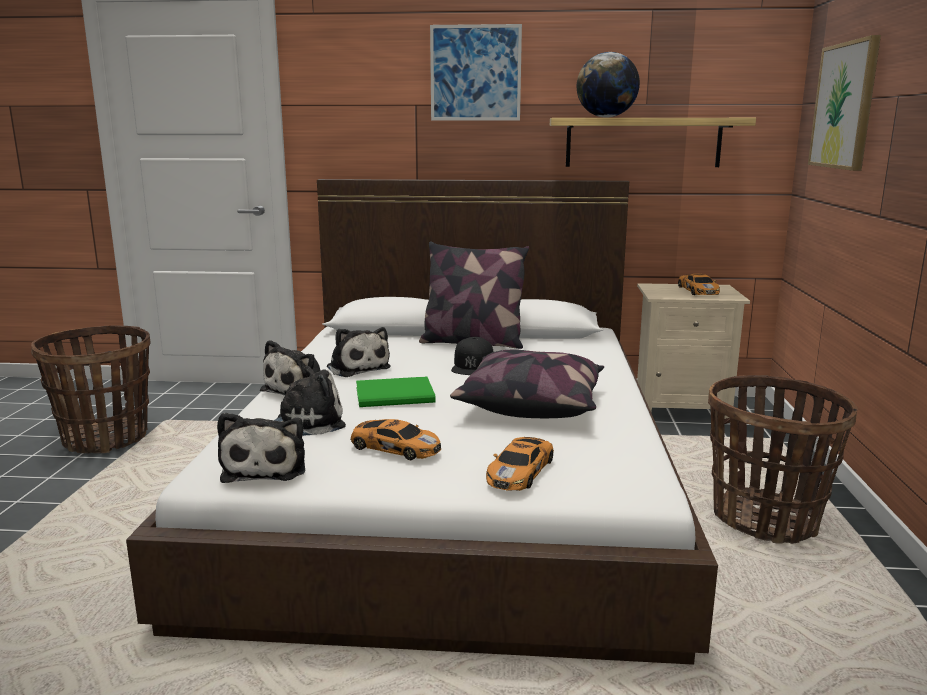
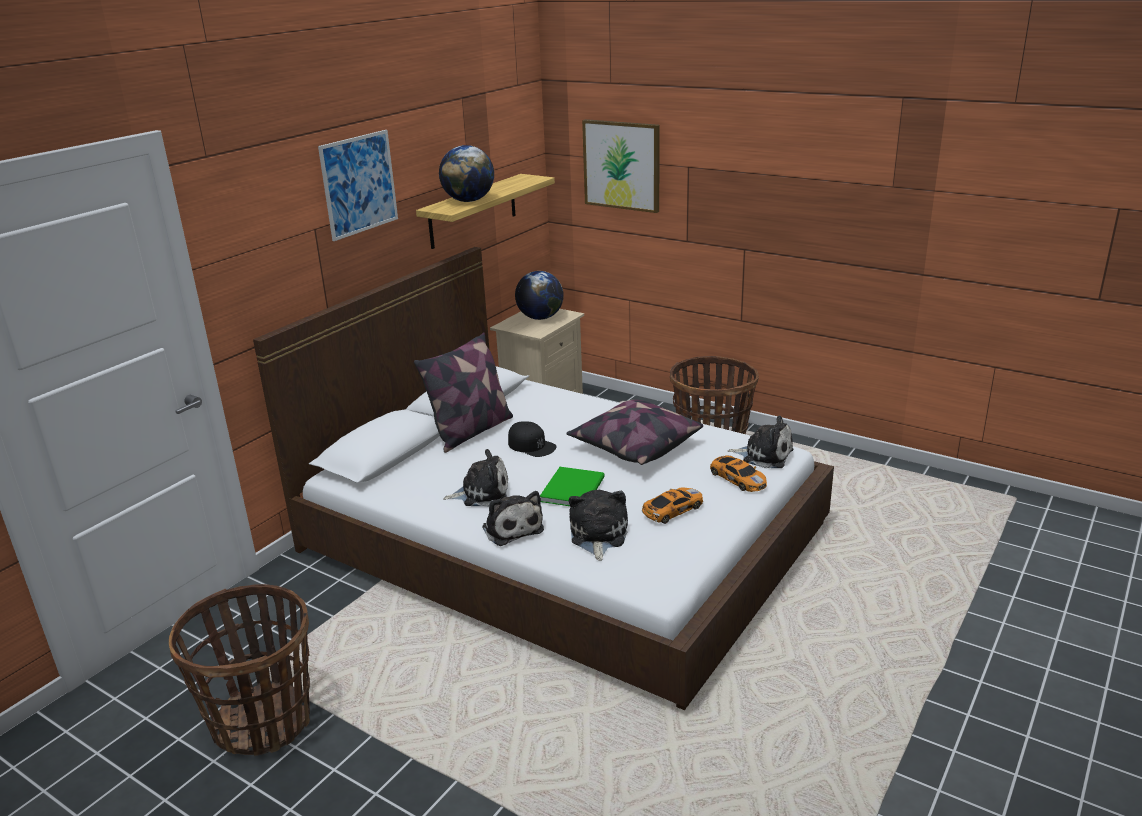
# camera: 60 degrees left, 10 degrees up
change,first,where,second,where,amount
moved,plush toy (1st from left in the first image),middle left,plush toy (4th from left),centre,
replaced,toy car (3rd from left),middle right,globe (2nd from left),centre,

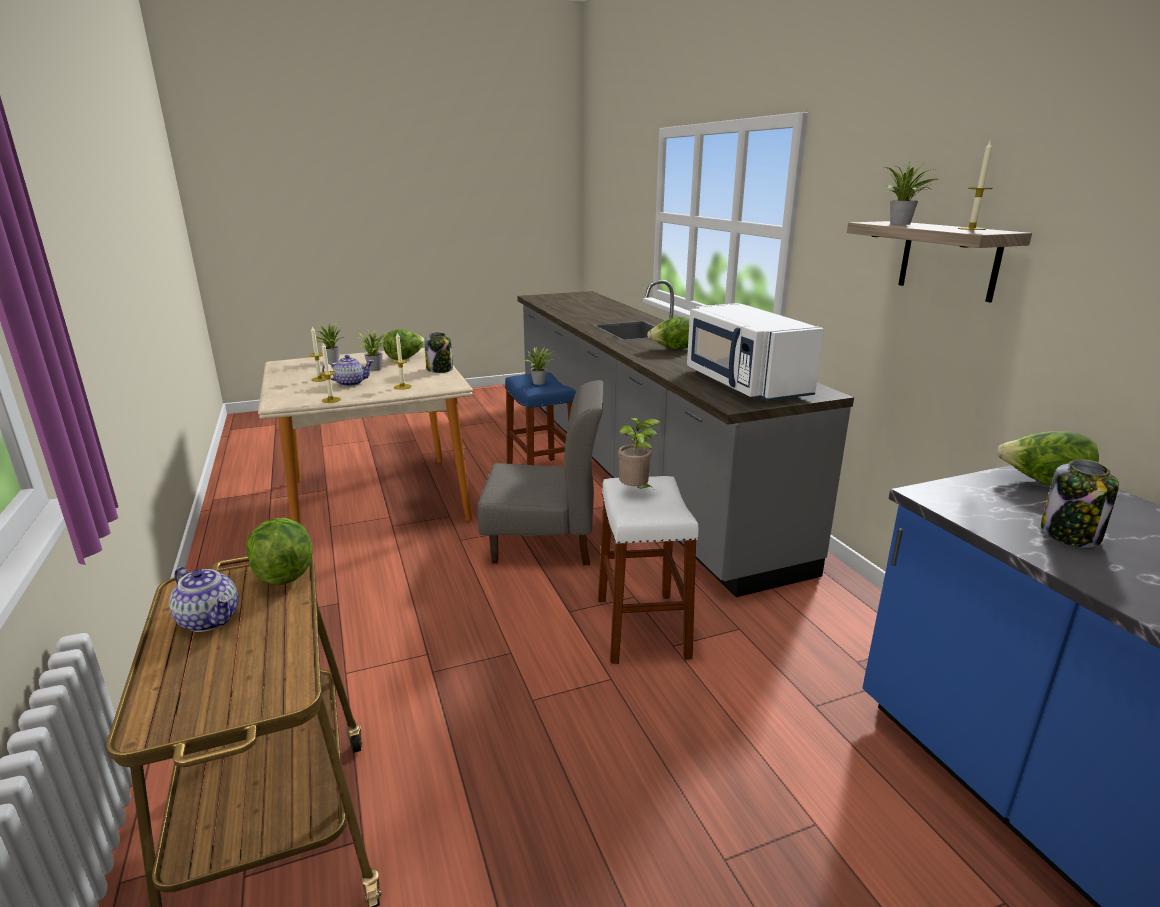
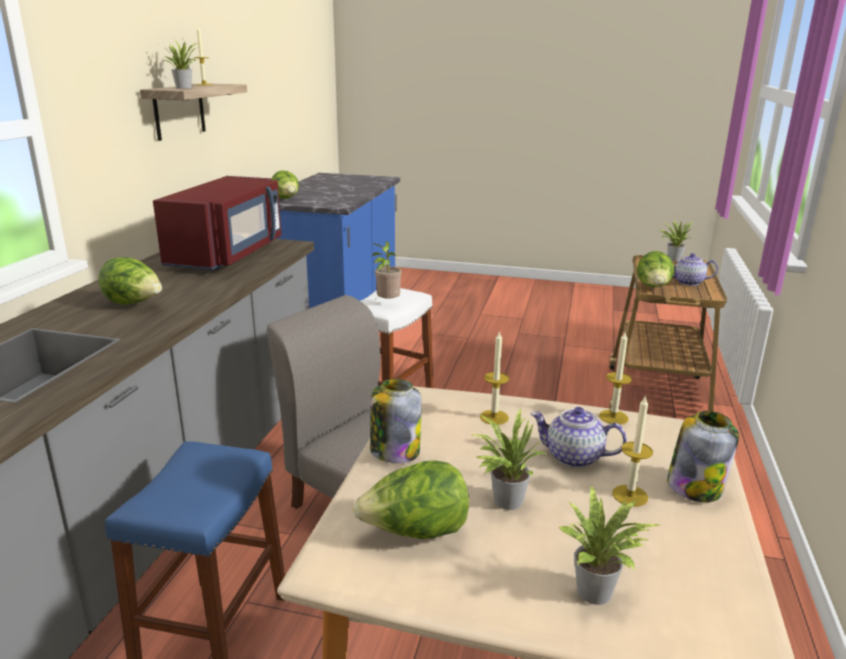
# camera: 145 degrees left, 0 degrees up
change,first,where,second,where,amount
moved,potted plant (3rd from left in the first image),centre,potted plant (5th from left),middle right,
moved,jar (2nd from left),middle right,,bottom right,
recoloured,white microwave,centre,red microwave,middle left,
turned,teapot (1st from left in the first image),middle left,teapot (2nd from left),middle right,60 degrees counterclockwise

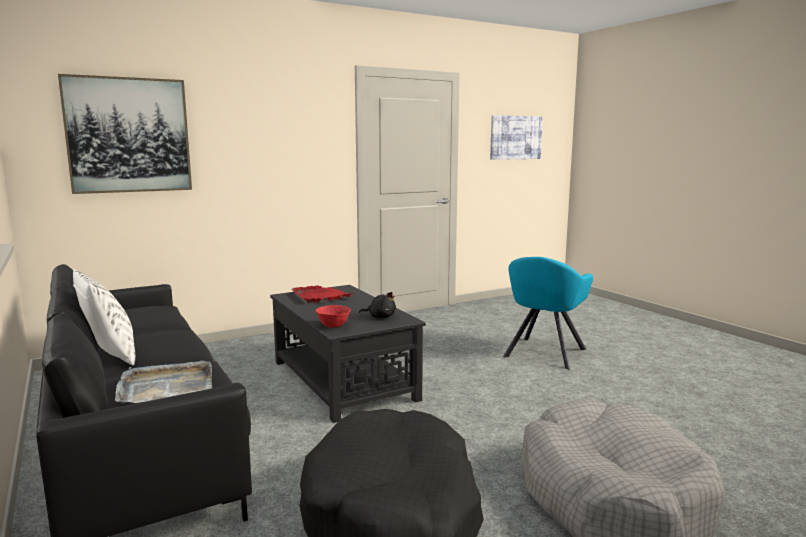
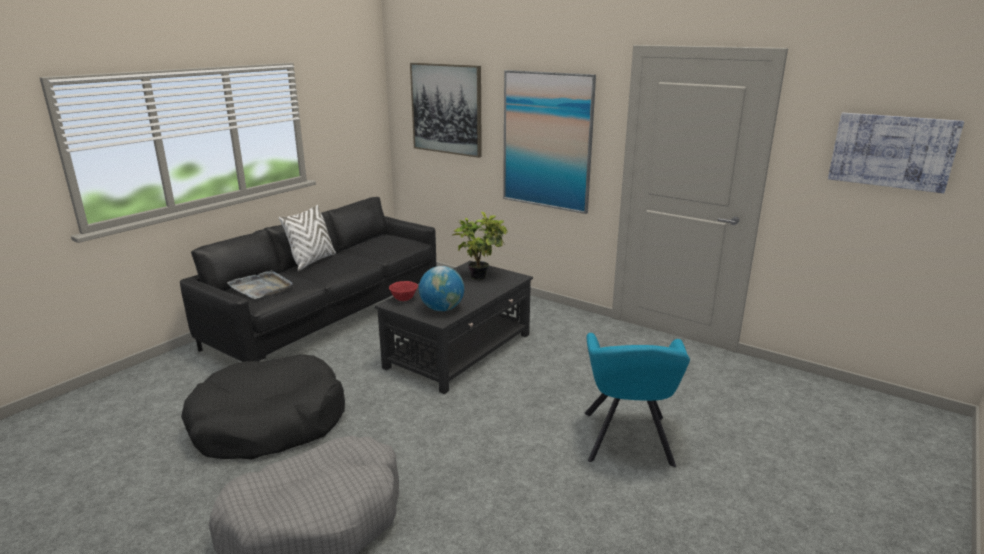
# camera: 65 degrees right, 10 degrees up
change,first,where,second,where,amount
added,,,picture (2nd from left),top centre,
replaced,red tray,centre,potted plant,centre,
replaced,black plush toy,centre,globe,centre,
turned,turquoise armchair,middle right,,bottom centre,90 degrees counterclockwise

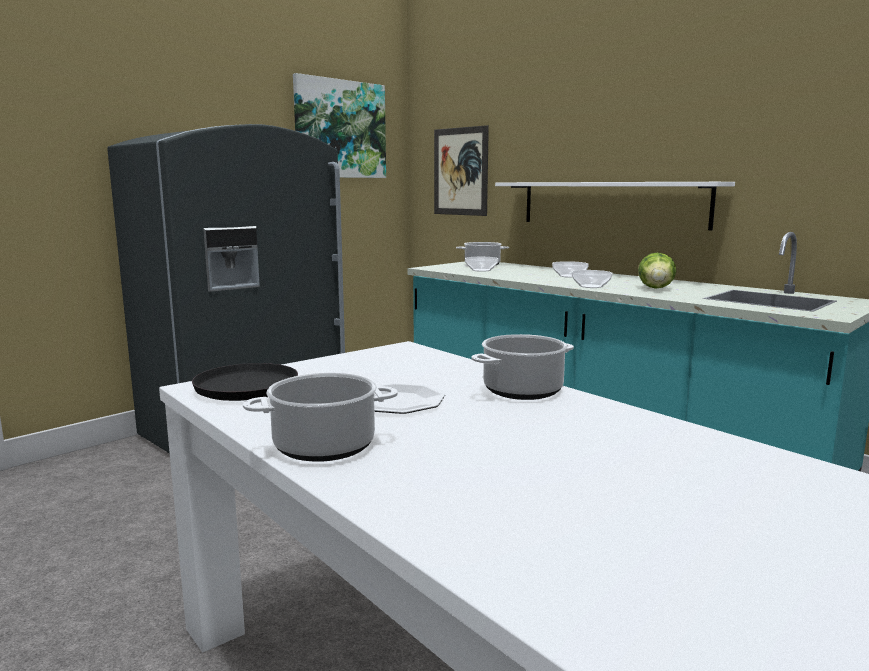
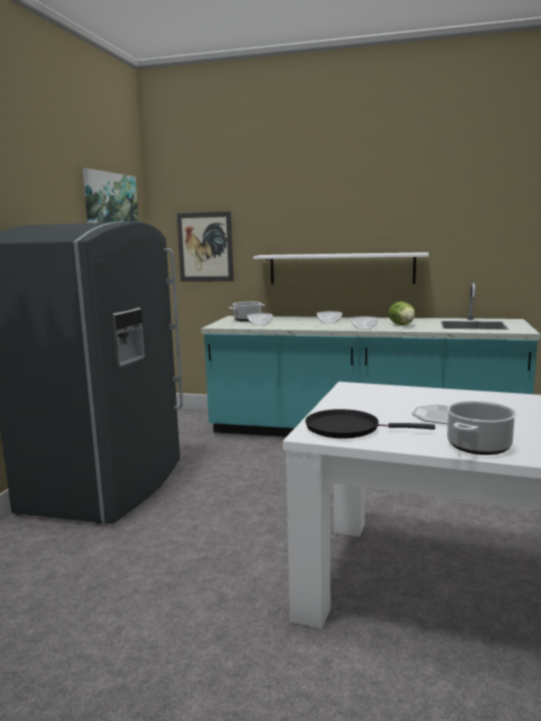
# camera: 30 degrees left, 0 degrees up
change,first,where,second,where,amount
removed,cooking pot (3rd from left),centre,,,

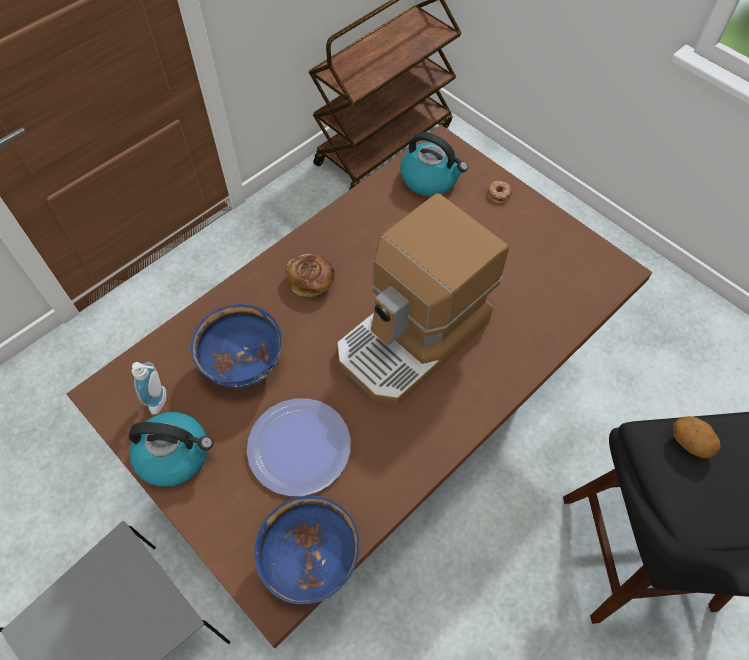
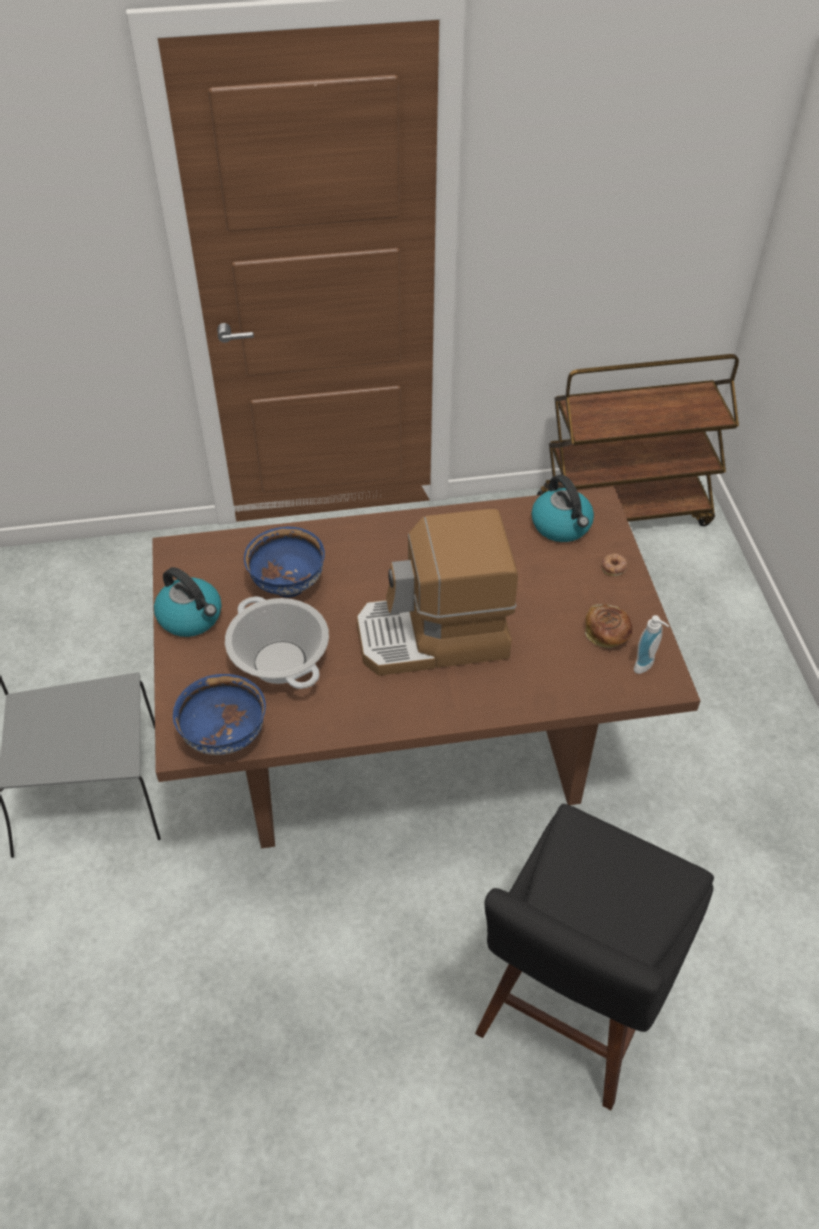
# camera: 35 degrees right, 10 degrees down
change,first,where,second,where,amount
removed,potato,middle right,,,
moved,soap dispenser,middle left,,middle right,
moved,bread,centre,,middle right,
replaced,plate,bottom centre,cooking pot,centre,

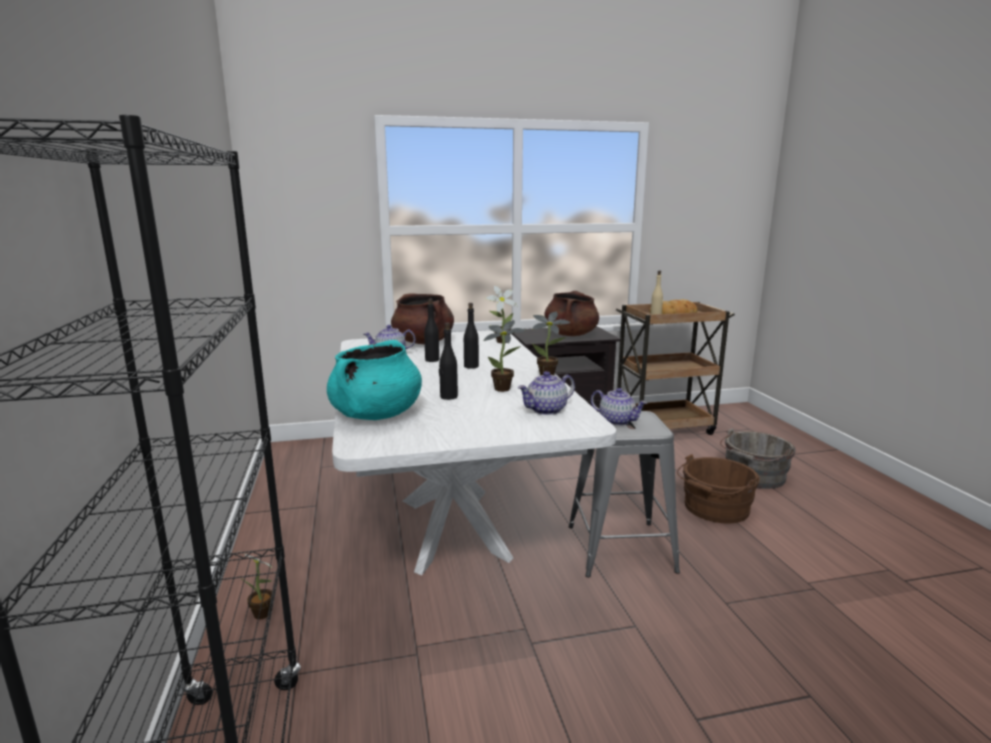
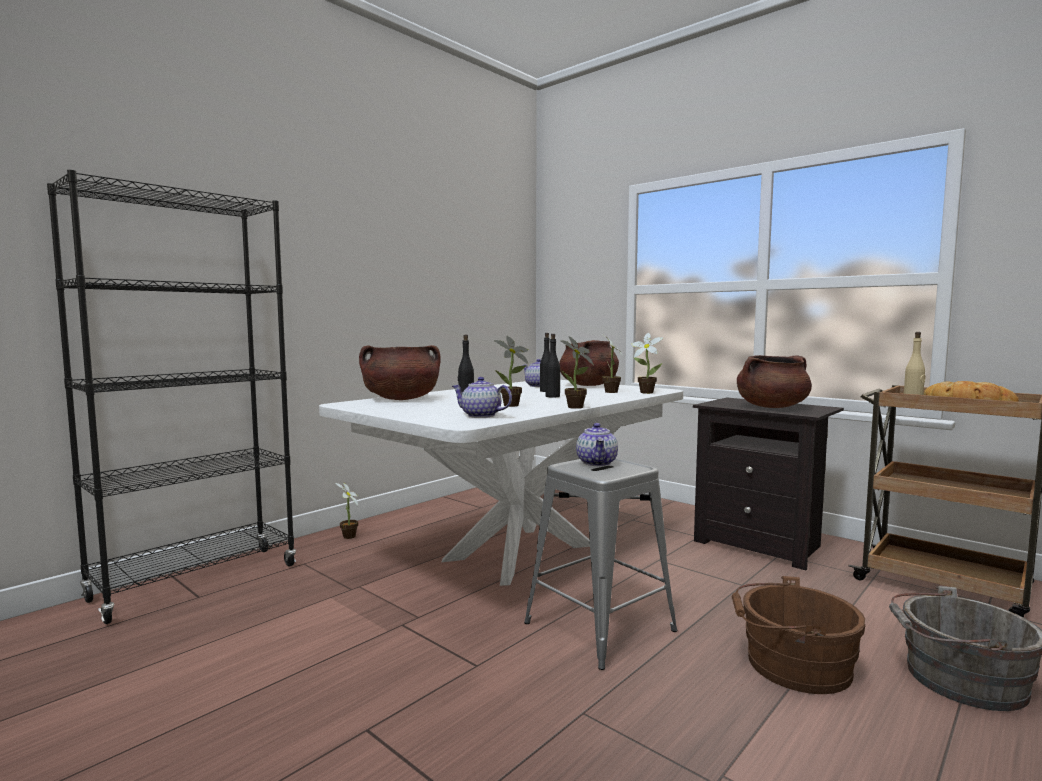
# camera: 55 degrees right, 10 degrees down
change,first,where,second,where,amount
added,,,potted plant (4th from left),centre,
recoloured,turquoise cooking pot,centre,brown cooking pot (1st from left),centre,

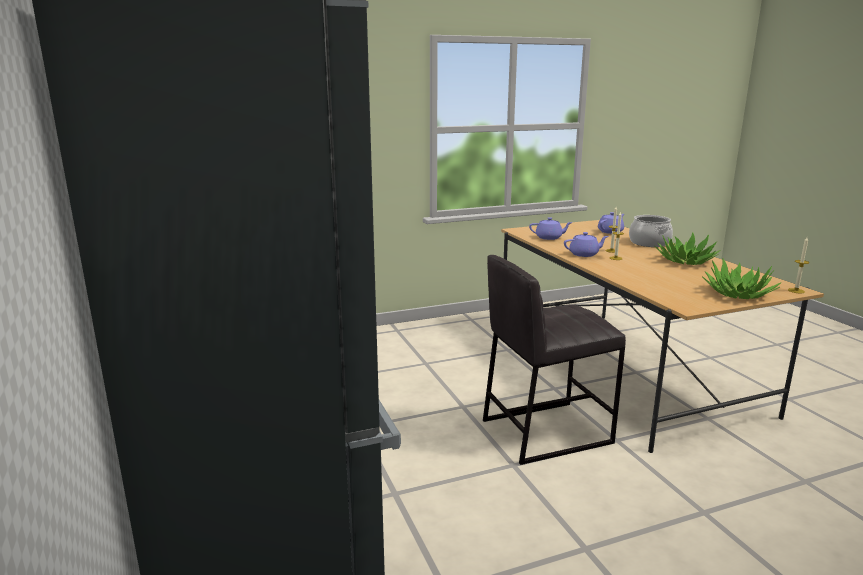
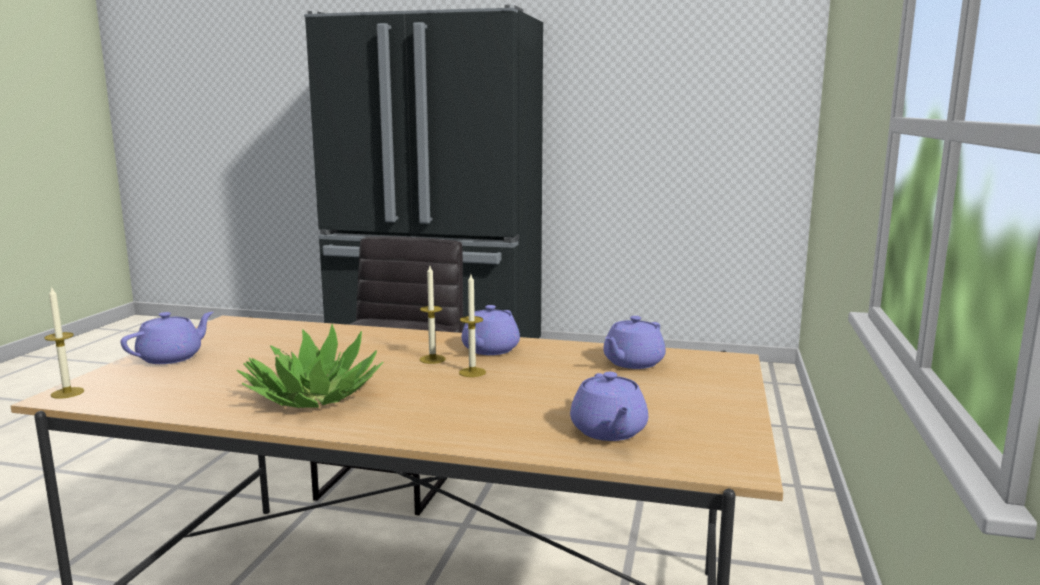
# camera: 125 degrees right, 5 degrees down
change,first,where,second,where,amount
removed,cooking pot,middle right,,,
replaced,potted plant (2nd from left),middle right,purple teapot (1st from left),middle left,

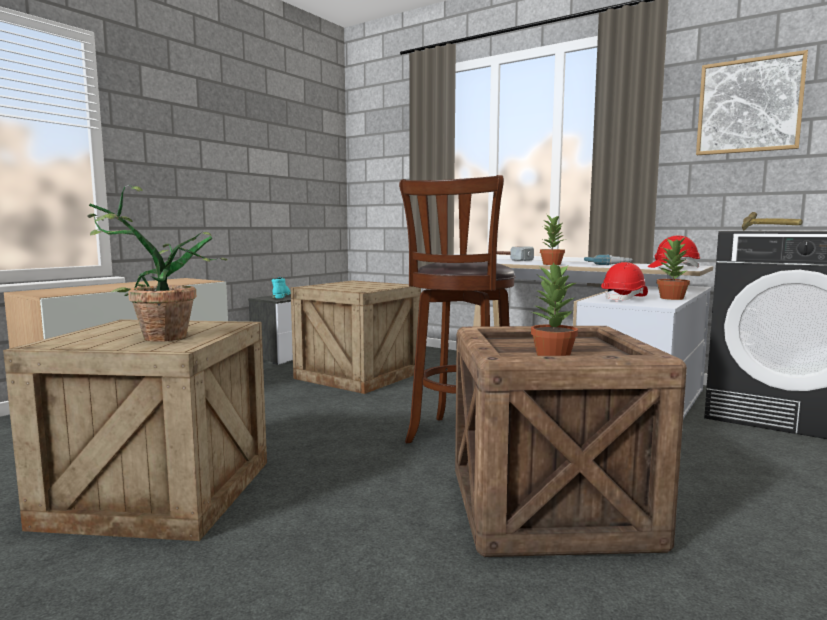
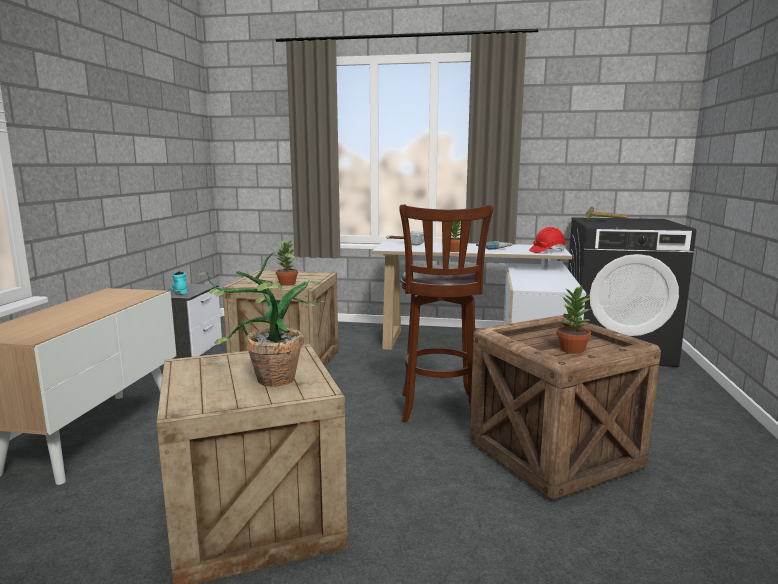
# camera: 25 degrees left, 5 degrees up
change,first,where,second,where,amount
removed,red hard hat (1st from left),middle right,,,
removed,picture,top right,,,
moved,potted plant (4th from left in the first image),middle right,potted plant (2nd from left),centre,

